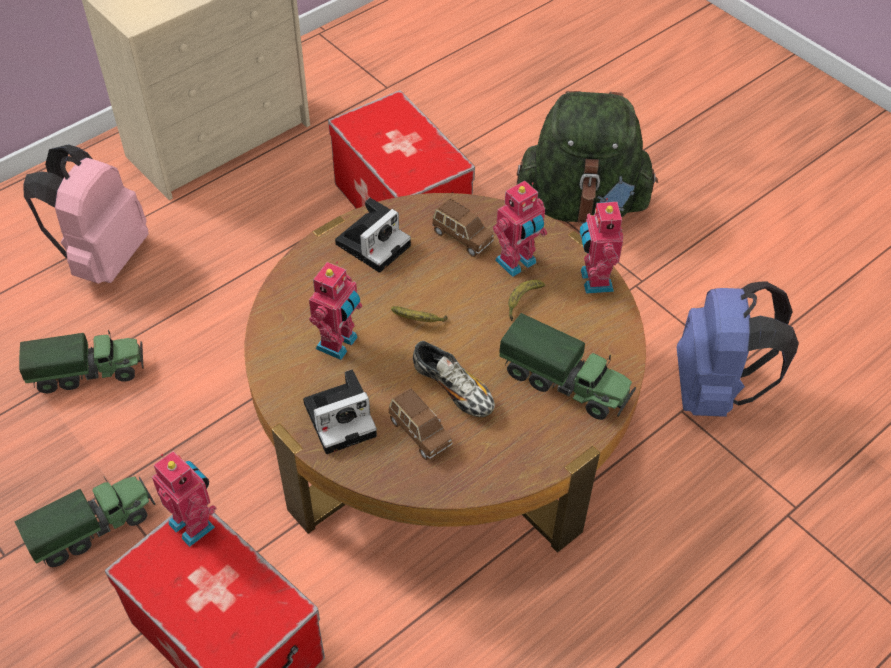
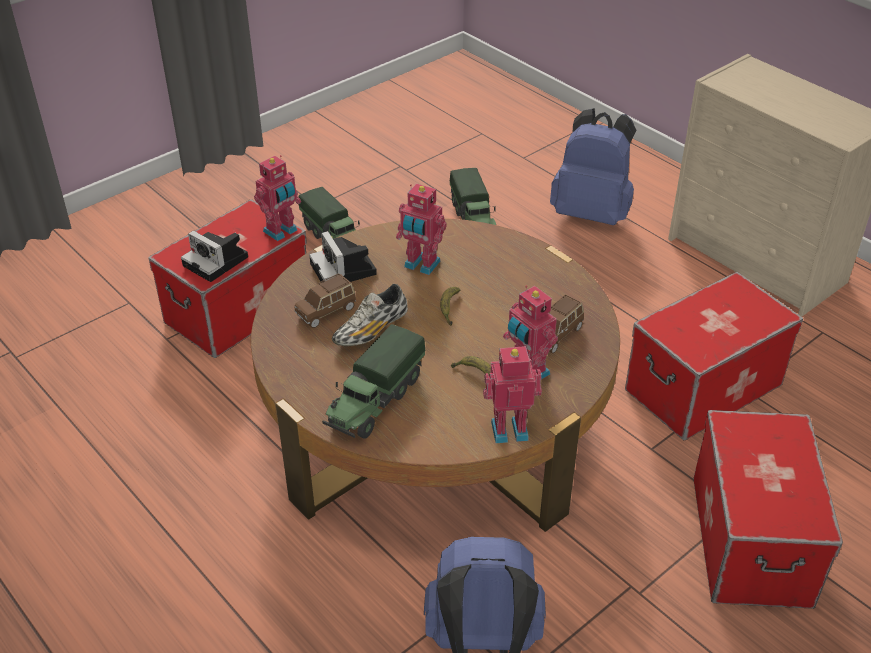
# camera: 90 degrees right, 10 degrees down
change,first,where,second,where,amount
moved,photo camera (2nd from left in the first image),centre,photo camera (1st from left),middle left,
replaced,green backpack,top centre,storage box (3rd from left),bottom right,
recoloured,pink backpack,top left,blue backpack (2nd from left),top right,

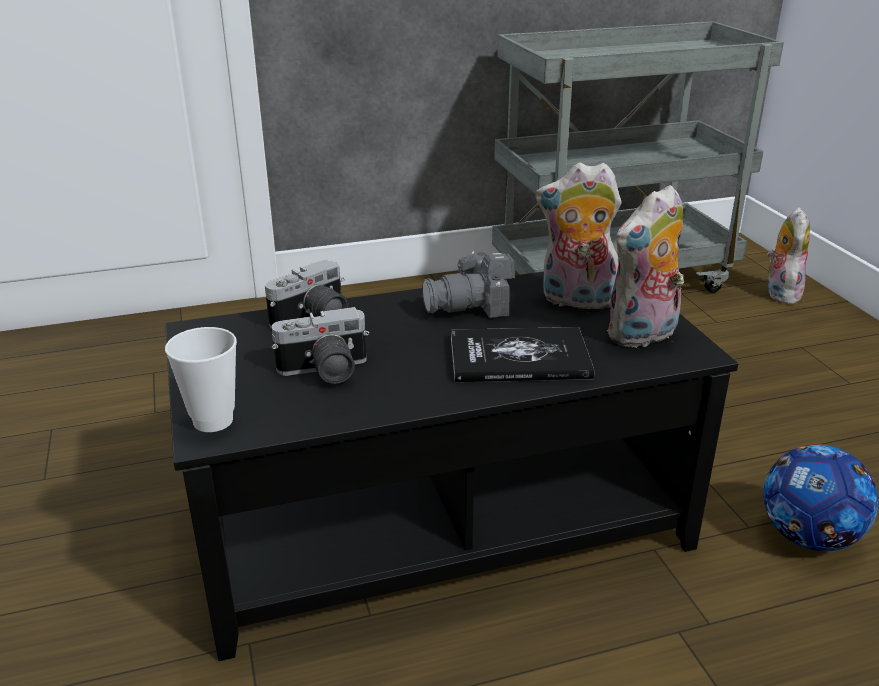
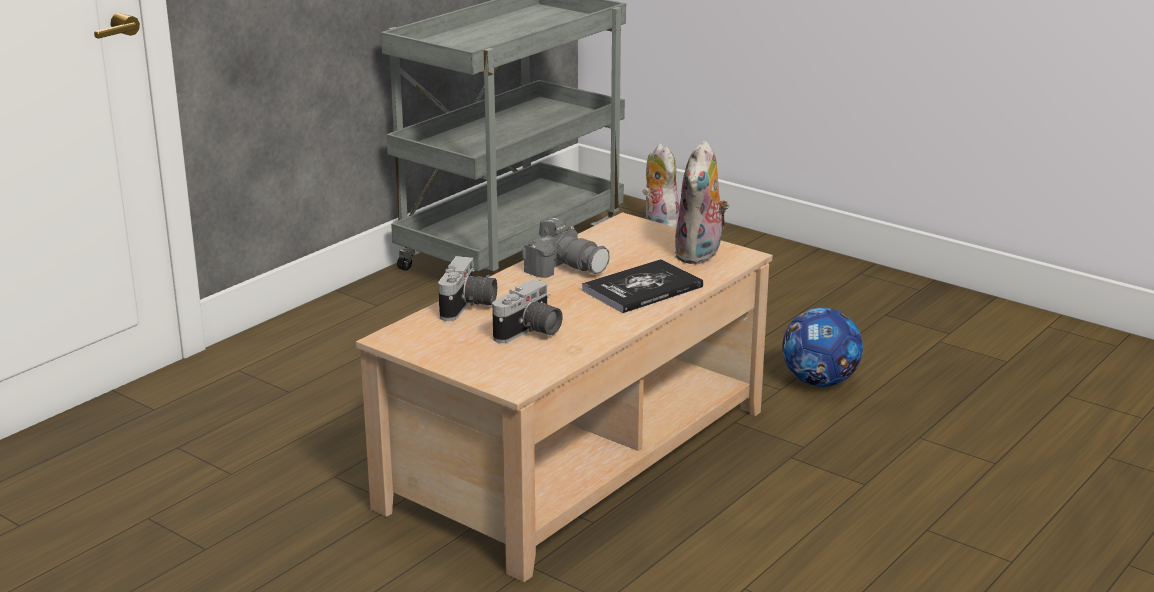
# camera: 35 degrees left, 5 degrees down
change,first,where,second,where,amount
removed,cup,middle left,,,
removed,plush toy (1st from left),centre,,,
recoloured,black coffee table,bottom centre,beige coffee table,bottom centre,
turned,photo camera (3rd from left),centre,,centre,90 degrees counterclockwise

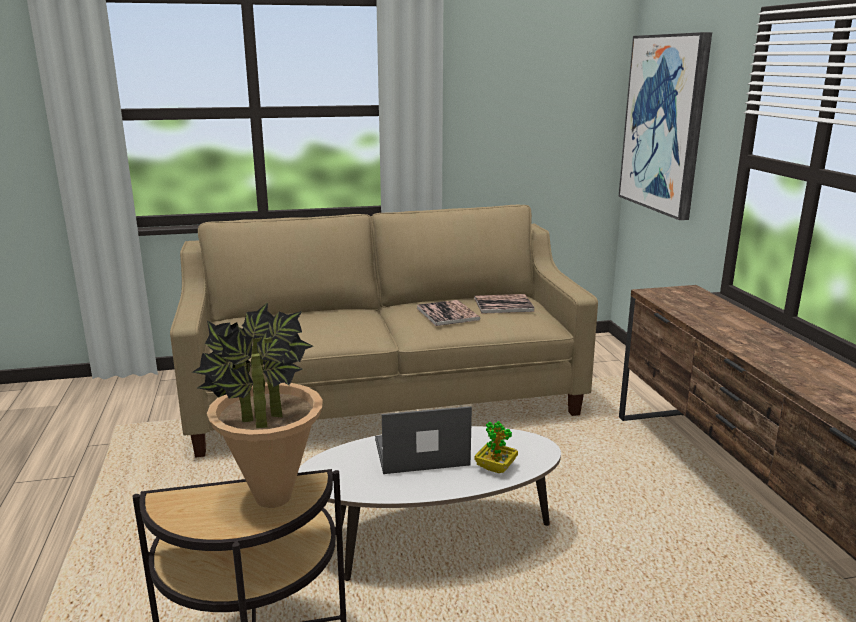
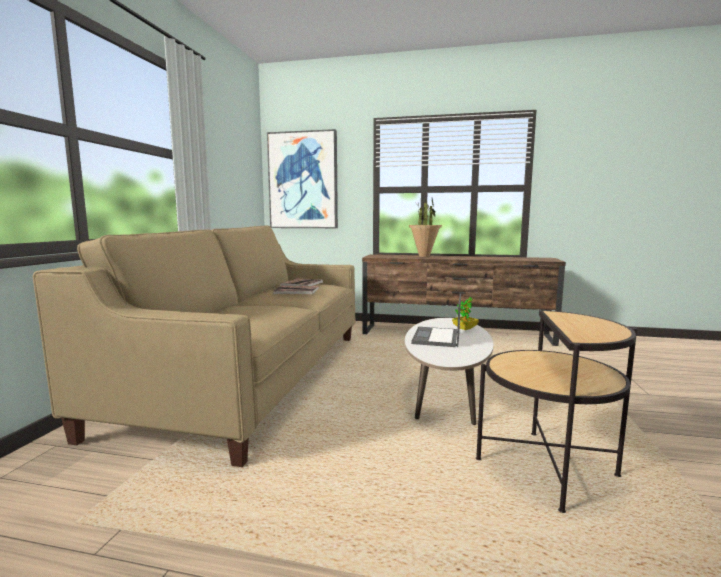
# camera: 65 degrees left, 10 degrees down
change,first,where,second,where,amount
moved,potted plant (1st from left),middle left,,centre,

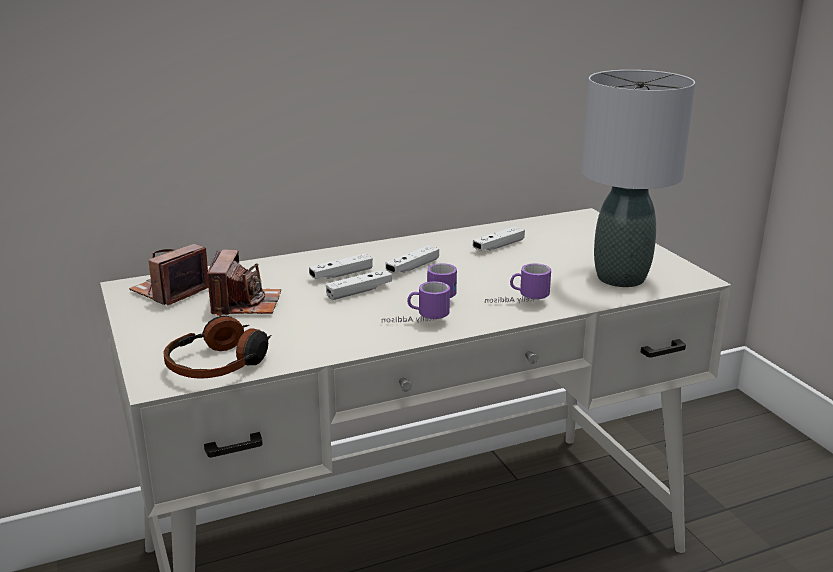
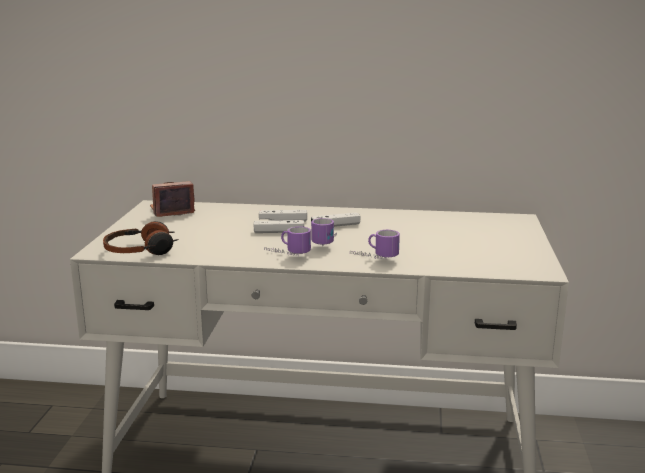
# camera: 30 degrees right, 5 degrees down
change,first,where,second,where,amount
removed,photo camera (2nd from left),middle left,,,
removed,white game controller (4th from left),centre,,,
removed,grey table lamp,top right,,,

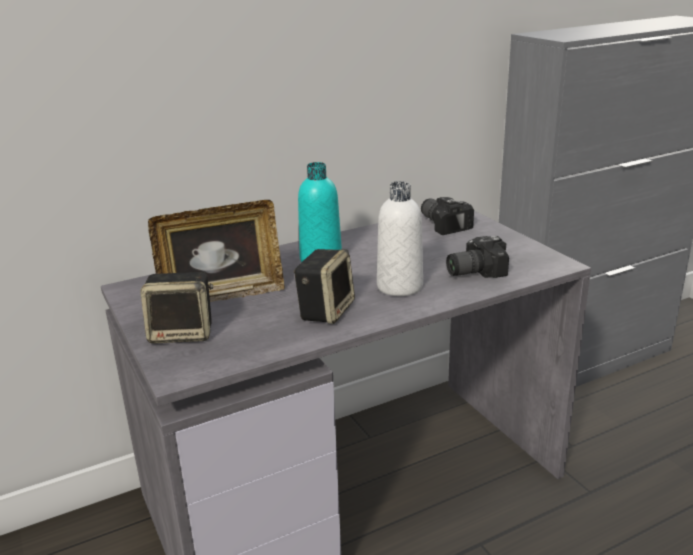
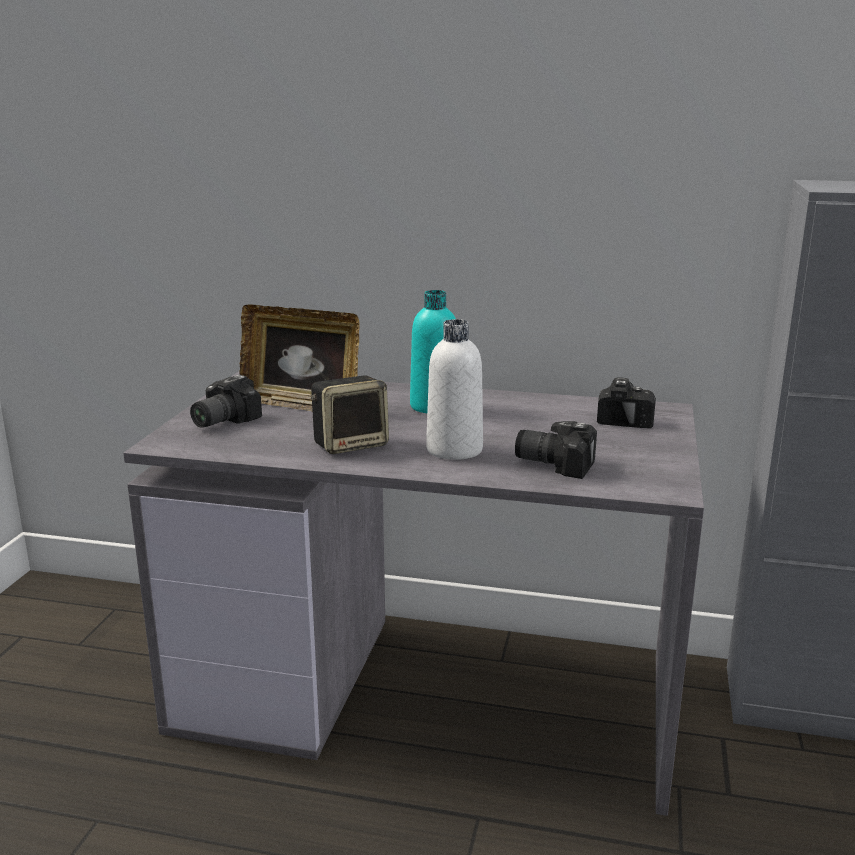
# camera: 40 degrees right, 5 degrees down
change,first,where,second,where,amount
replaced,speaker (1st from left),middle left,photo camera (1st from left),middle left,

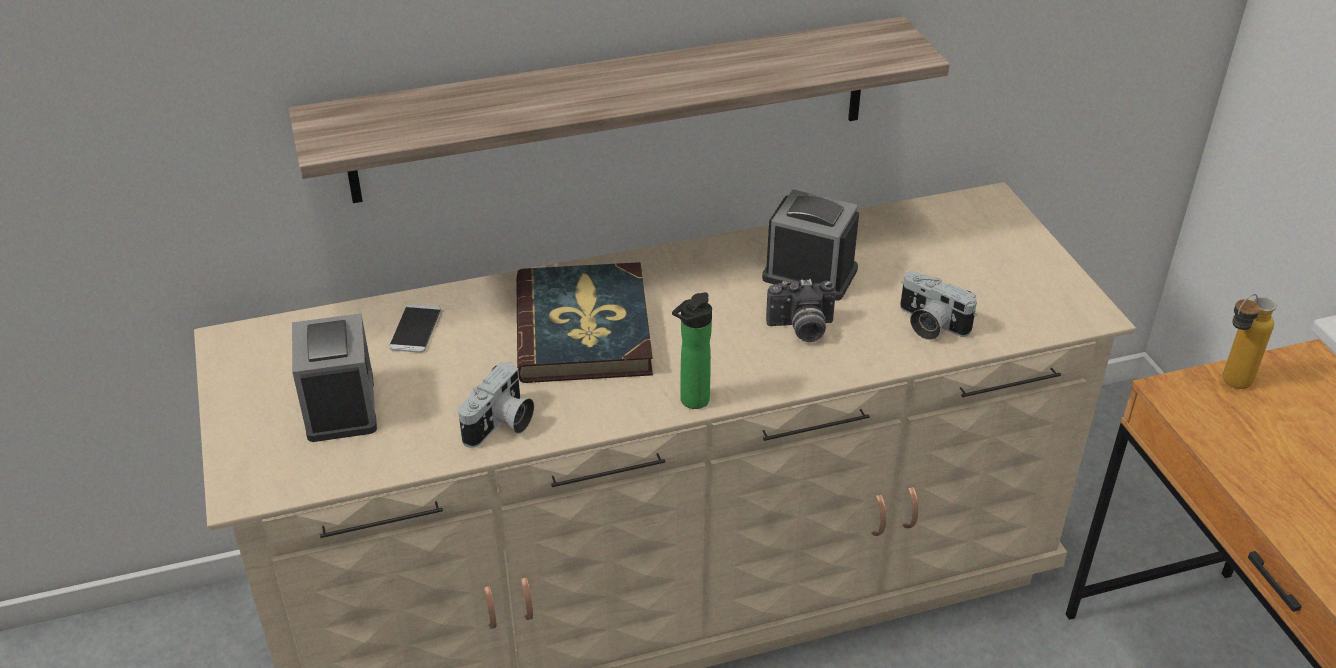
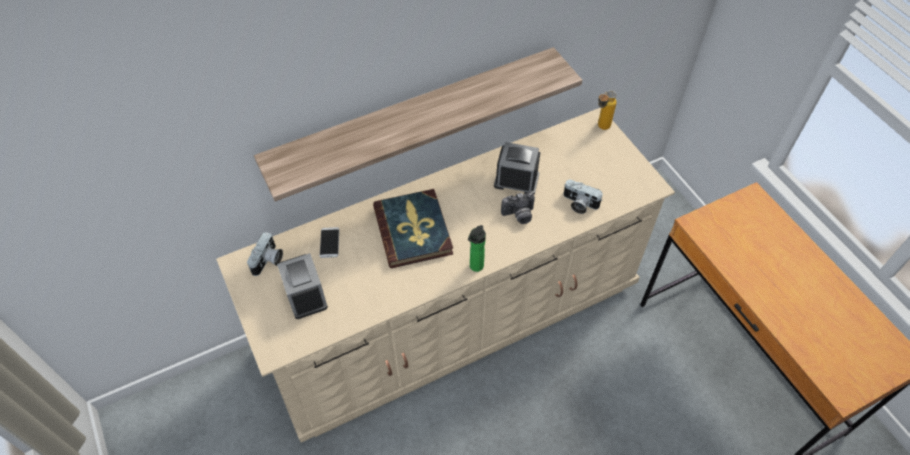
# camera: 10 degrees left, 15 degrees up
change,first,where,second,where,amount
moved,photo camera (1st from left),centre,,middle left,
moved,bottle (2nd from left),middle right,,top right,

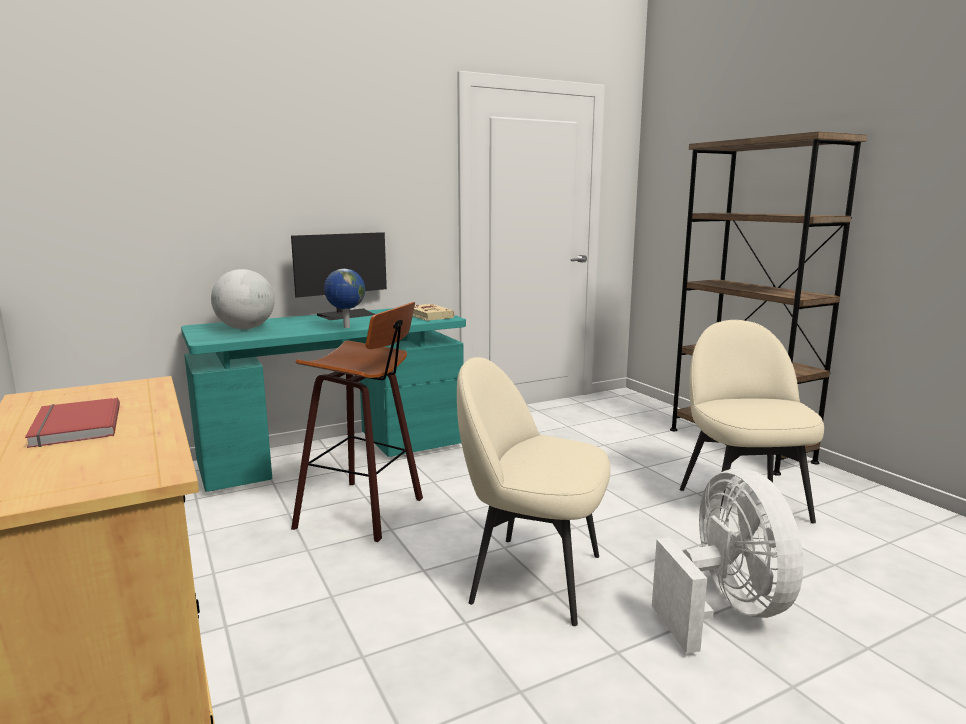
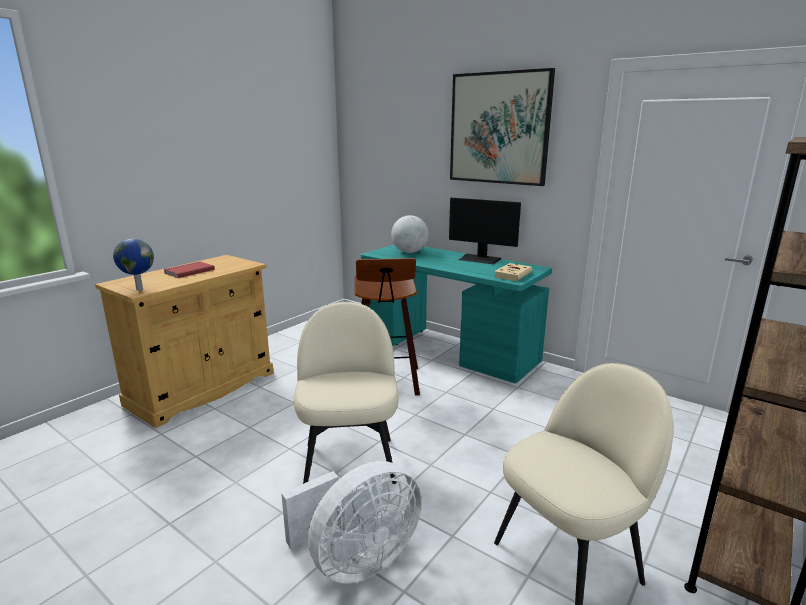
# camera: 65 degrees right, 5 degrees up
change,first,where,second,where,amount
added,,,picture,top centre,
moved,globe (2nd from left in the first image),centre,globe (1st from left),middle left,

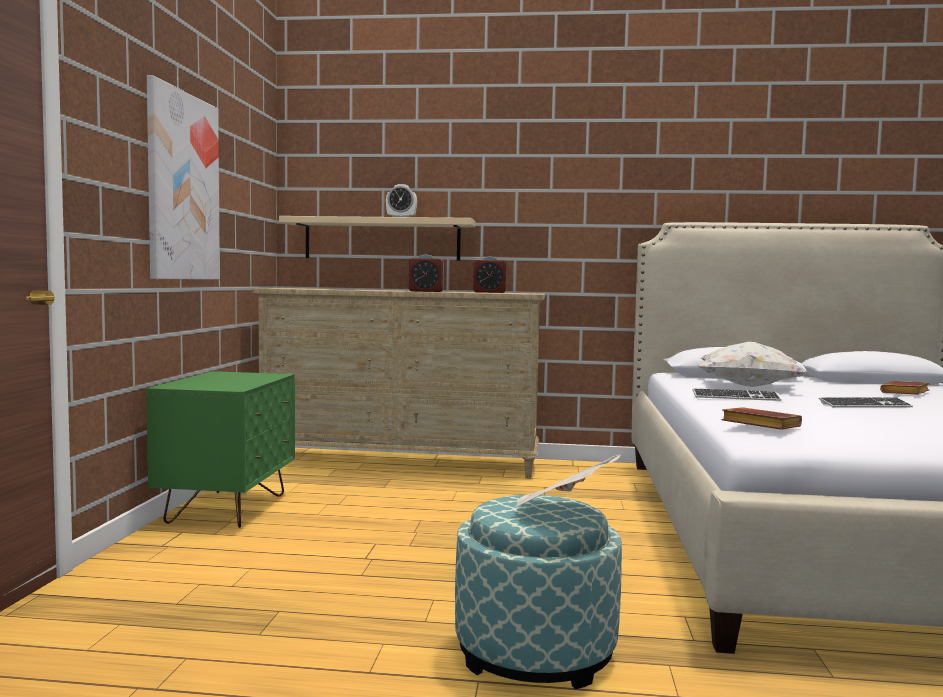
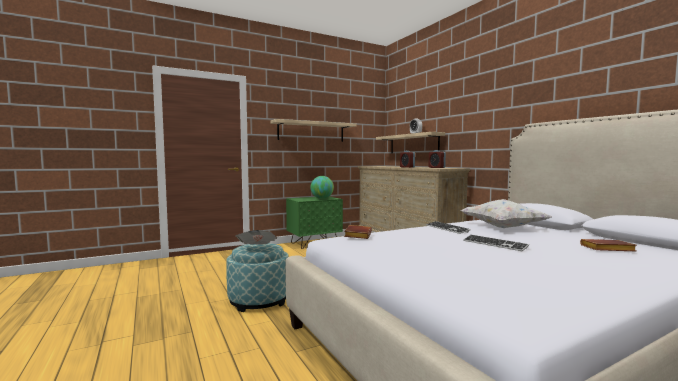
# camera: 55 degrees right, 0 degrees up
change,first,where,second,where,amount
added,,,globe,centre,
replaced,picture,top left,beige shelf (1st from left),centre,

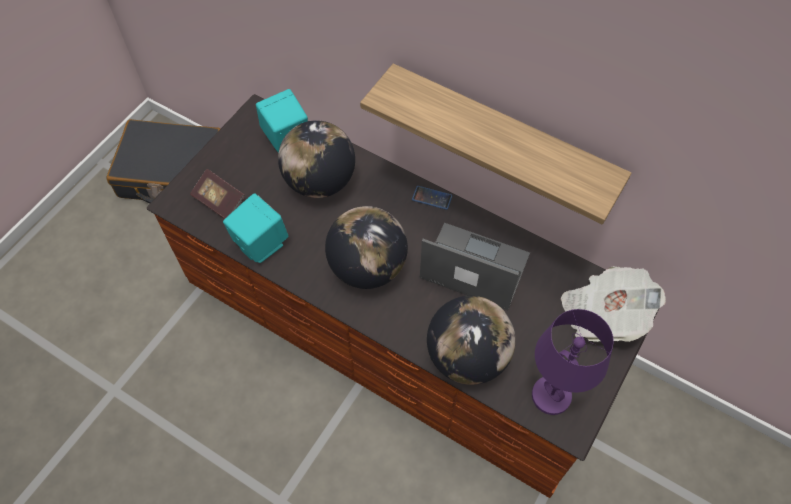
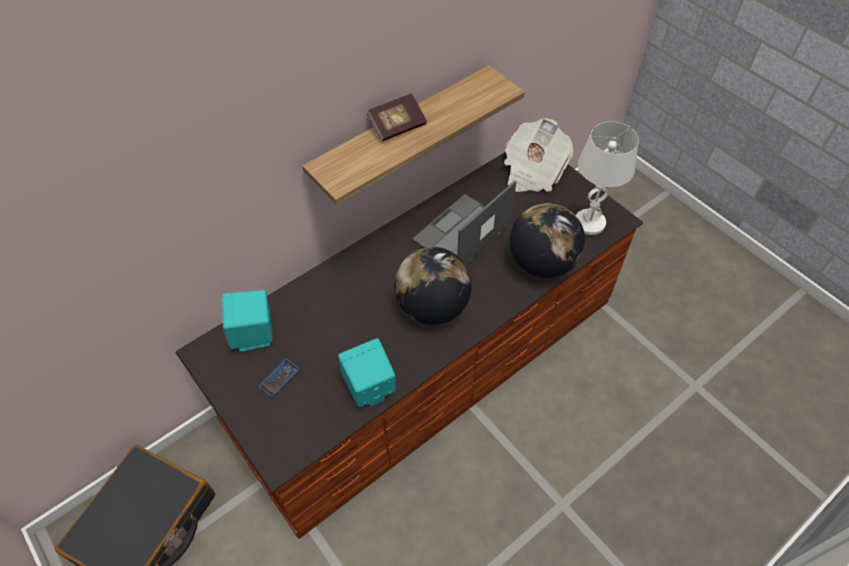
# camera: 70 degrees left, 5 degrees down
change,first,where,second,where,amount
removed,globe (1st from left),top centre,,,
moved,book,middle left,,top centre,
moved,phone,centre,,bottom left,
recoloured,purple table lamp,bottom right,white table lamp,top right,

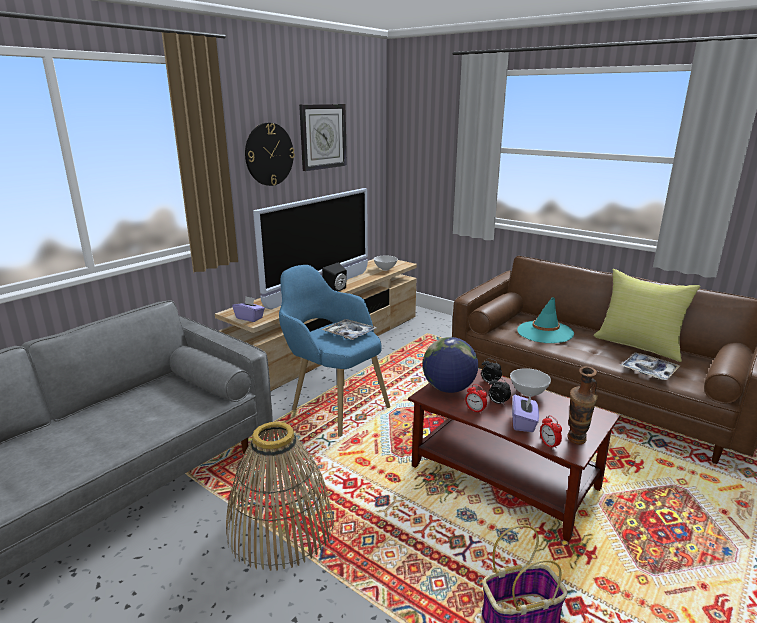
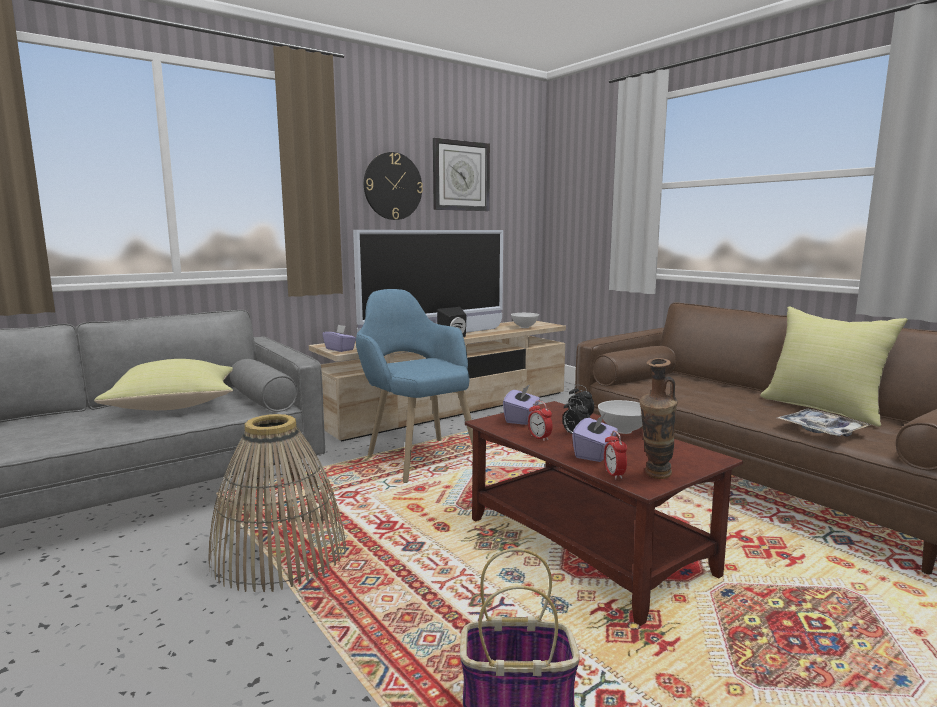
# camera: 15 degrees right, 10 degrees down
change,first,where,second,where,amount
removed,tray (1st from left),centre,,,
removed,turquoise hat,middle right,,,
added,,,yellow pillow (1st from left),middle left,
replaced,globe,centre,purple tissue box (2nd from left),centre,

